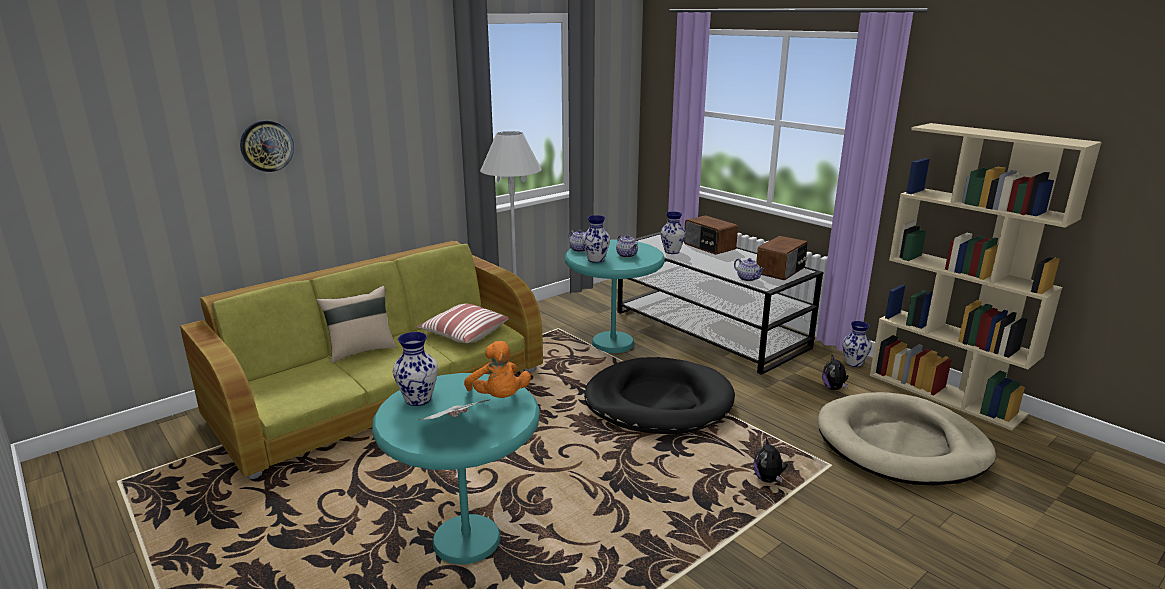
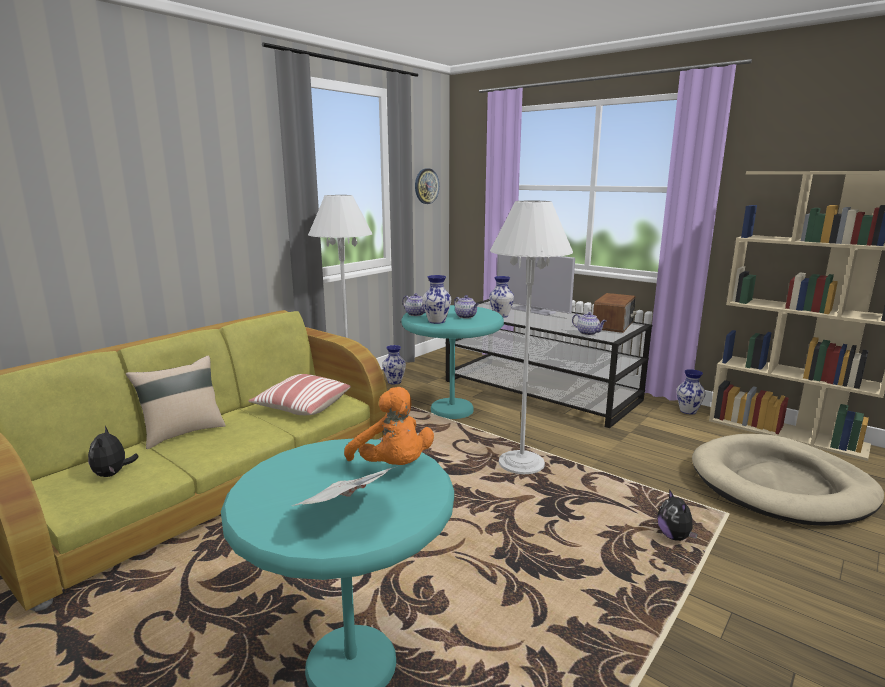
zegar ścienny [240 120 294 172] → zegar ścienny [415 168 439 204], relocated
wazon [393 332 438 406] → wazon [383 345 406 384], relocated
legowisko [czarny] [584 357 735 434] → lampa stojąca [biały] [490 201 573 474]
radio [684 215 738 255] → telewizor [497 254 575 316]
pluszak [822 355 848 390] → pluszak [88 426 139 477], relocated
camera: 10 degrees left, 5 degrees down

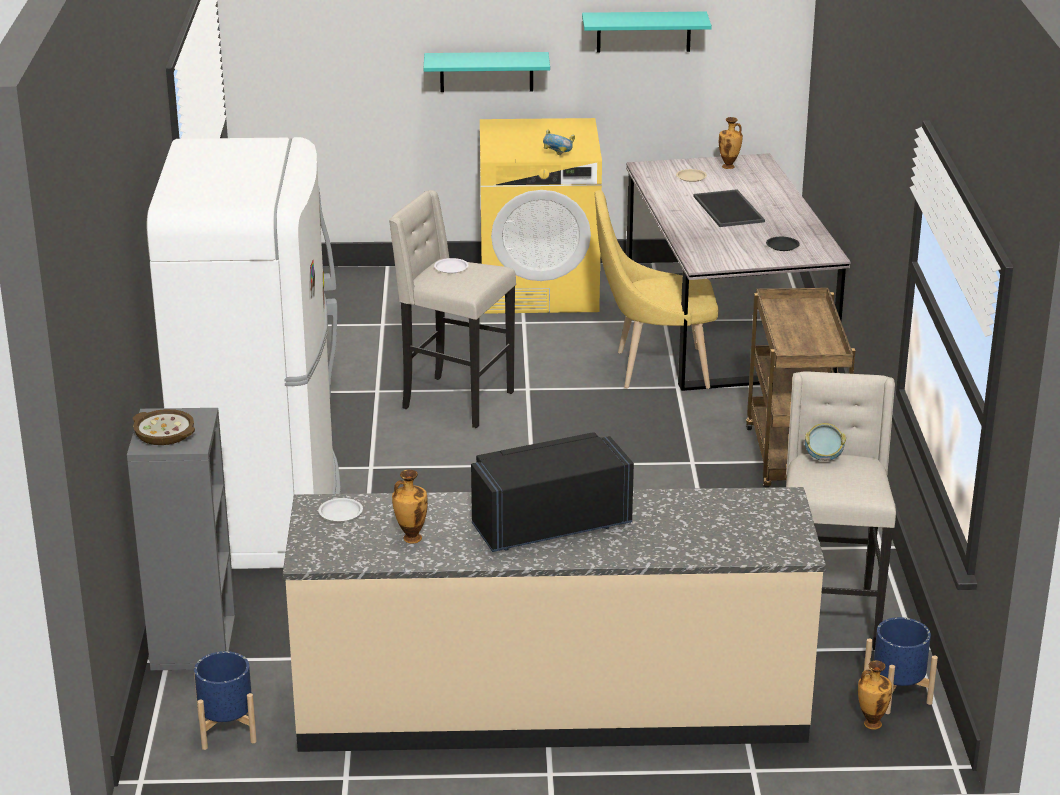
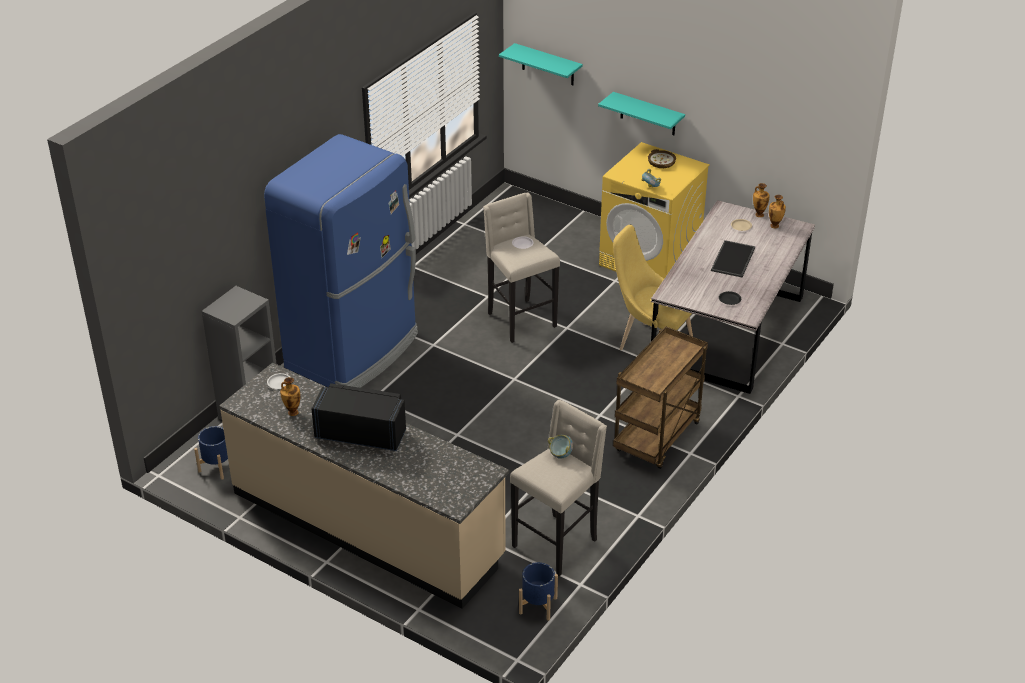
miska [133 409 195 445] → miska [648 149 676 168], relocated
lodówka [biały] [147 137 341 569] → lodówka [niebieski] [264 134 418 388]
półka [turkusowy] [582 12 712 53] → półka [turkusowy] [499 43 583 85], relocated
wazon [858 660 892 730] → wazon [753 183 769 217], relocated
camera: 35 degrees right, 10 degrees up

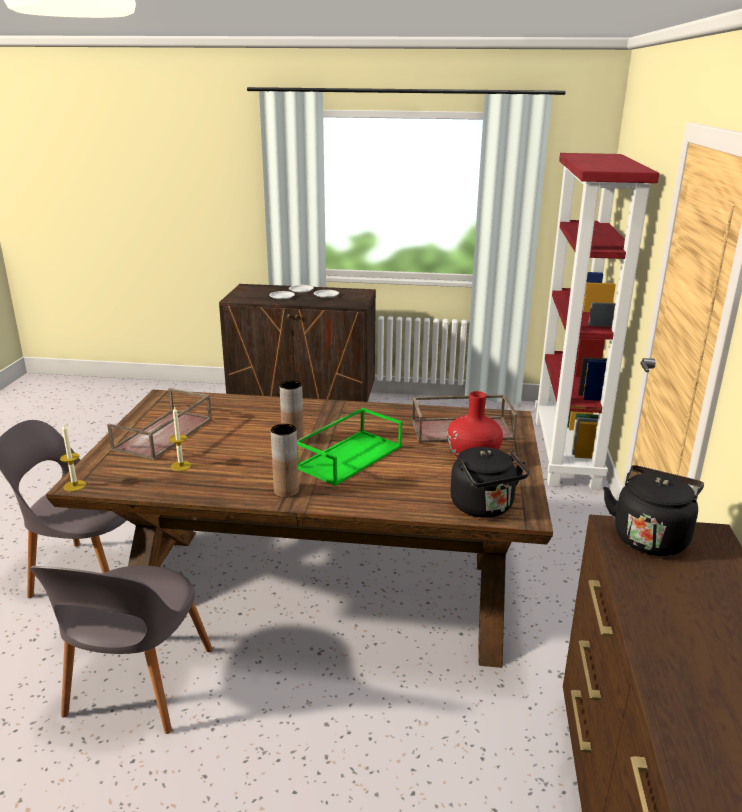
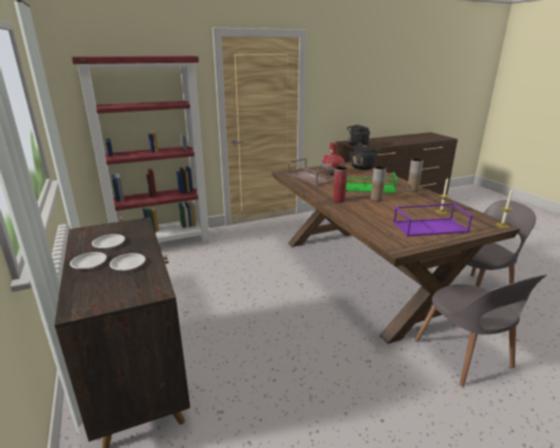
taca [brązowy] [107 388 212 460] → taca [fioletowy] [393 203 473 237]
- → wazon [czerwony] [333 166 347 203]
camera: 120 degrees left, 0 degrees up

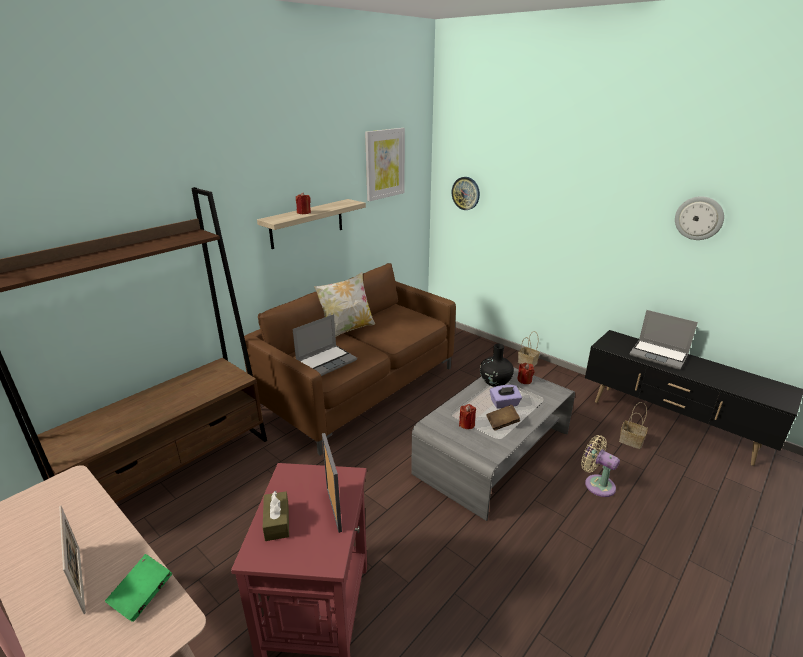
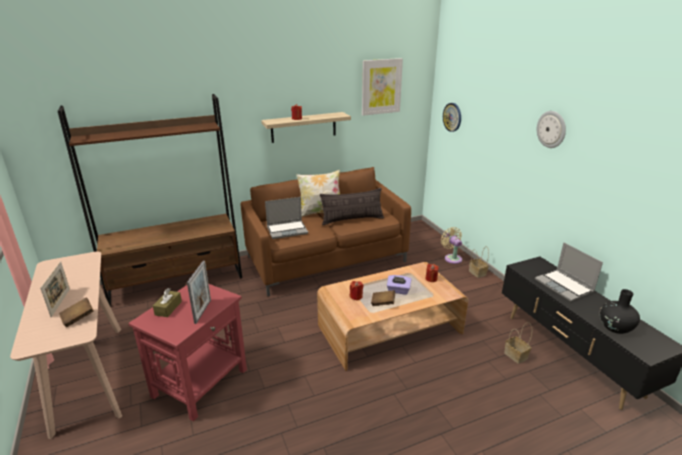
książka [zielony] [105 554 172 622] → książka [brązowy] [59 298 94 327]
ława [szary] [411 367 575 521] → ława [brązowy] [317 262 468 371]
wazon [czarny] [480 344 514 387] → wazon [czarny] [600 289 640 334], relocated
wentylator [beżowy] [581 435 620 497] → wentylator [beżowy] [441 227 462 264], relocated
zegar ścienny [675 196 724 240] → zegar ścienny [537 111 566 148], relocated
- → poduszka [320 188 384 225]
camera: 25 degrees right, 0 degrees up

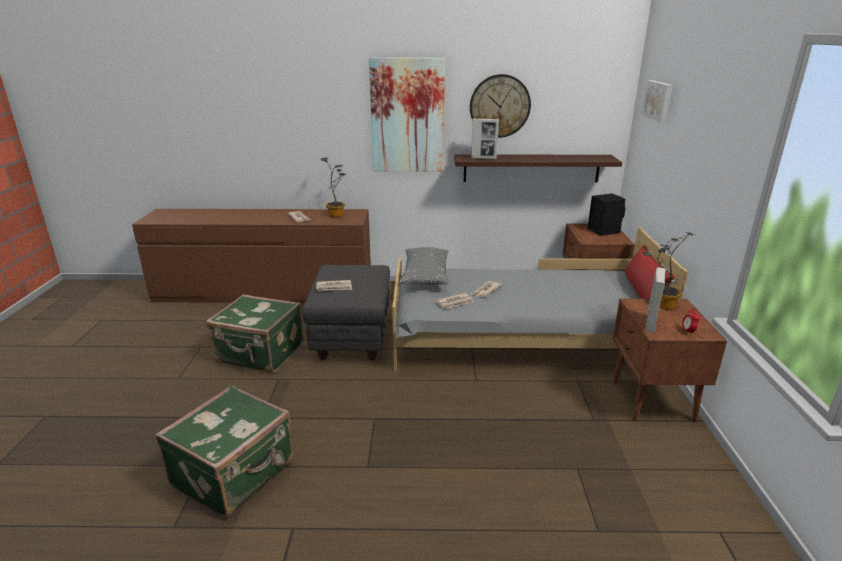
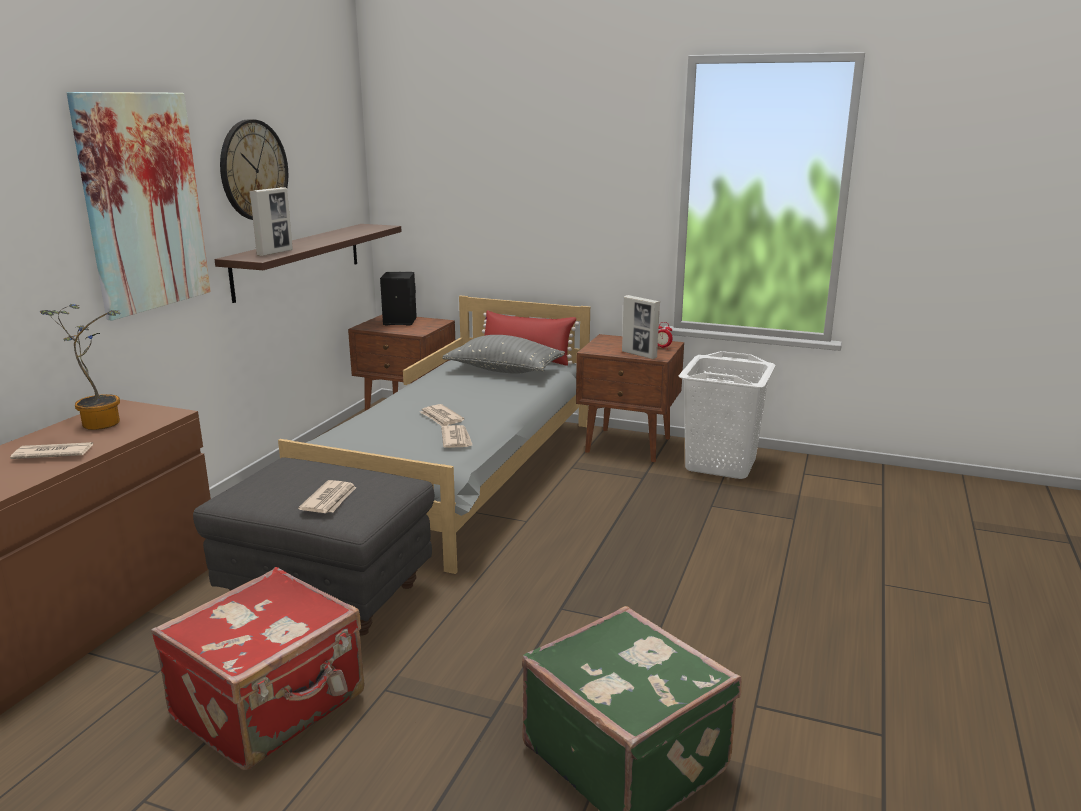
walizka [zielony] [206 294 303 372] → walizka [czerwony] [151 567 365 770]
poduszka [szary] [400 247 449 285] → poduszka [szary] [442 335 565 374], relocated
obraz [642 80 673 123] → -
roślina doniczkowa [643 232 694 310] → -
- → kosz na pranie [biały] [678 351 776 479]
camera: 70 degrees left, 5 degrees down

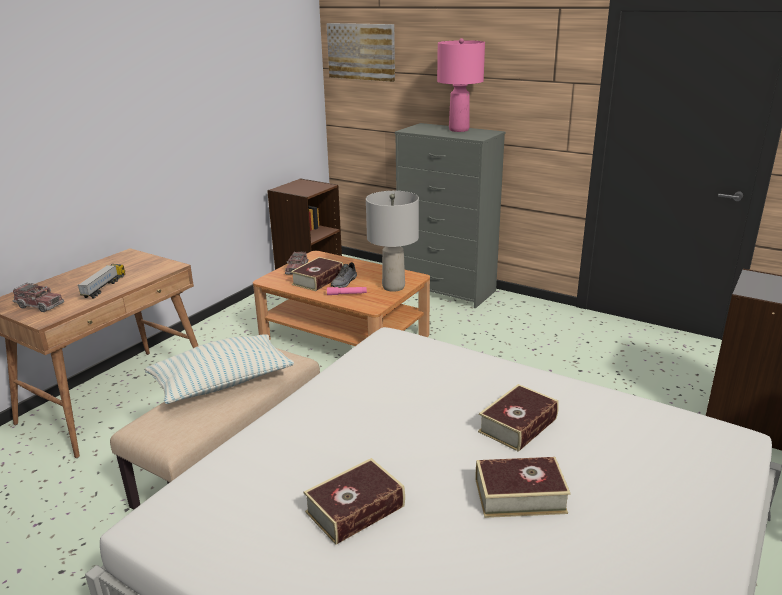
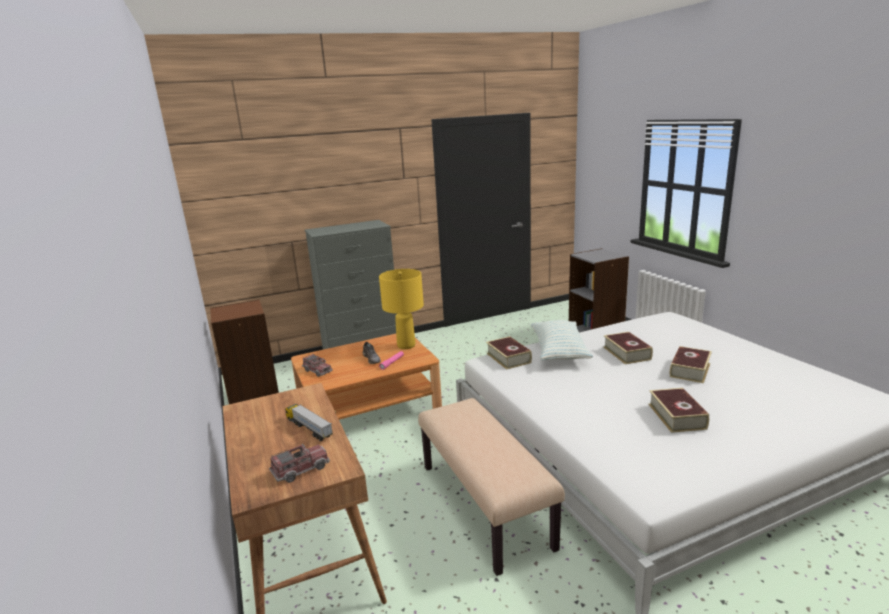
poduszka [145 334 294 404] → poduszka [531 320 593 361], relocated
książka [291 257 343 291] → książka [486 336 532 370], relocated
obraz [327 23 395 82] → -
lampa stołowa [szary] [366 191 419 292] → lampa stołowa [żółty] [379 269 424 349]
lampa stołowa [różowy] [437 38 485 132] → -
camera: 55 degrees left, 5 degrees down

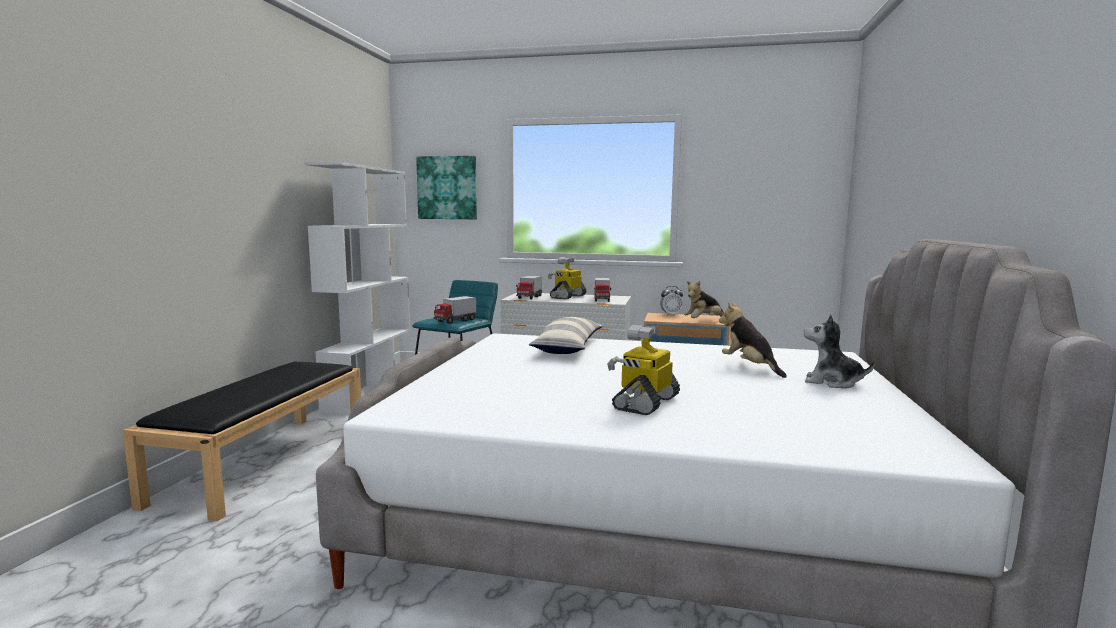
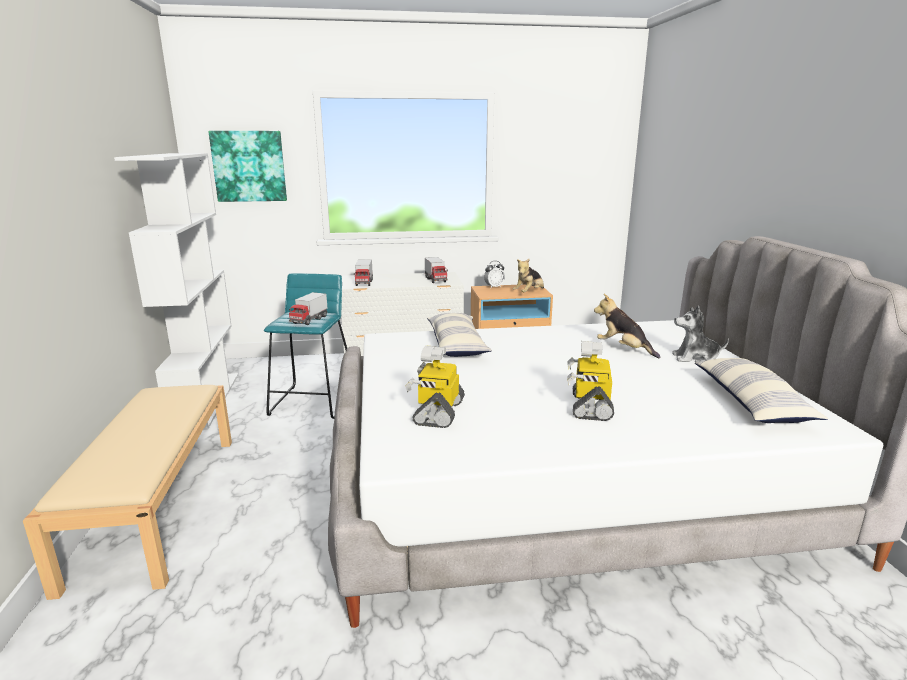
ławka [czarny] [123 362 361 521] → ławka [beżowy] [23 385 232 600]
robot zabawkowy [548 257 587 299] → robot zabawkowy [405 346 465 428], relocated
- → poduszka [695 358 828 423]
camera: 20 degrees left, 10 degrees up

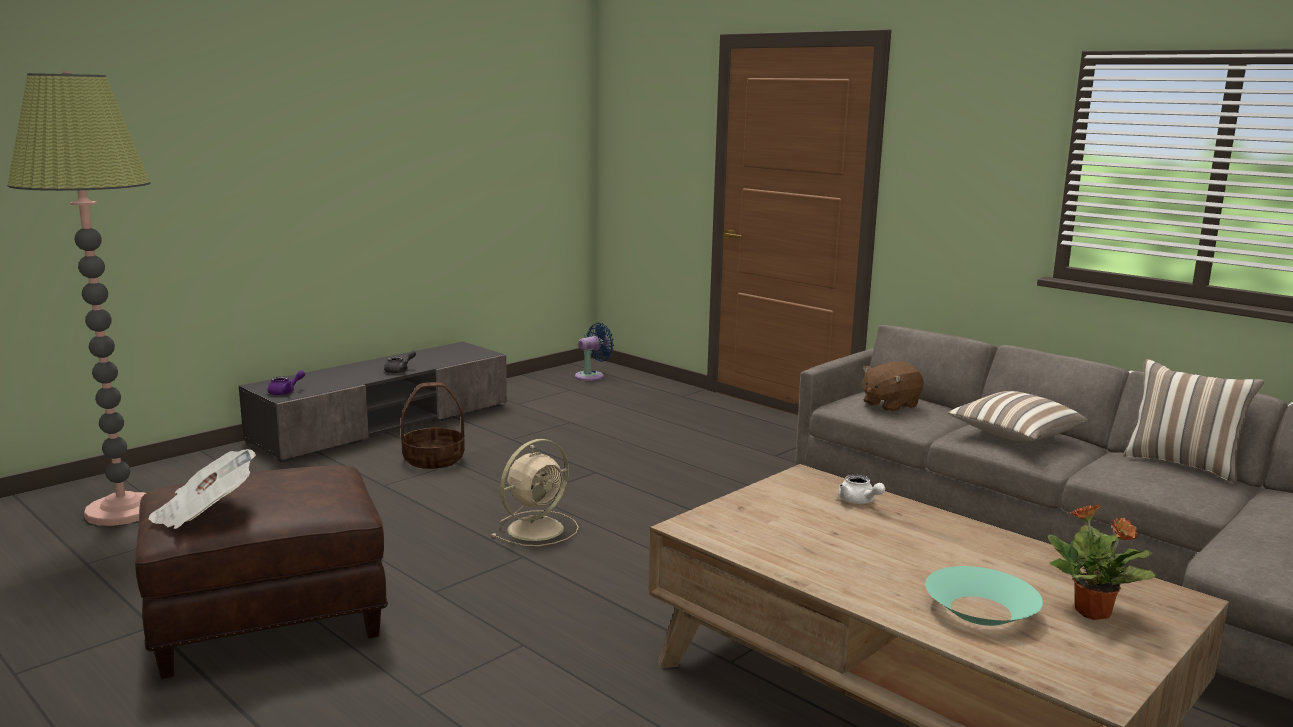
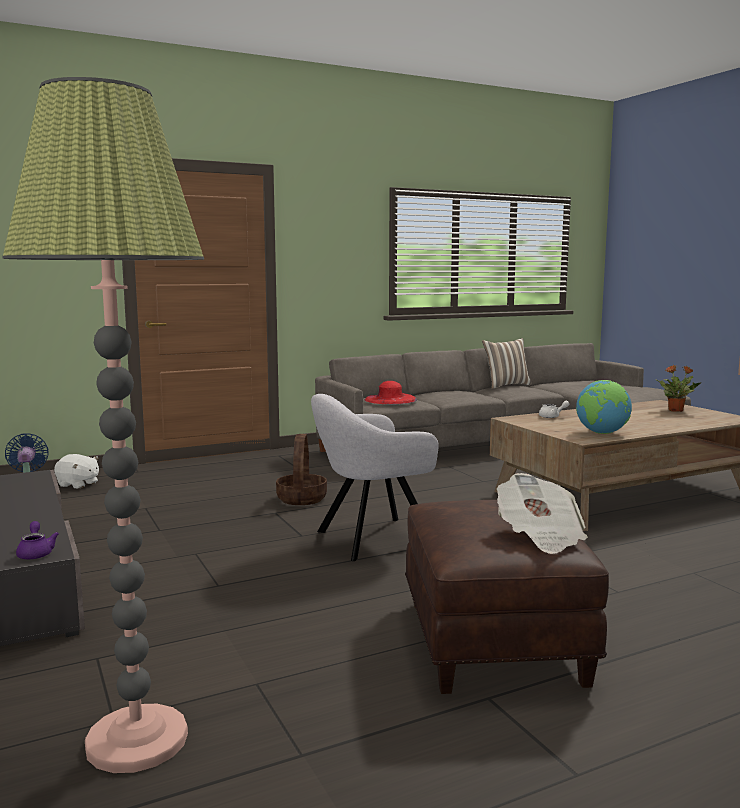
imbryk [szary] [384 350 416 373] → -
koszyk [401 382 465 469] → koszyk [276 434 327 505], relocated
wentylator [beżowy] [492 439 579 546] → fotel [szary] [311 394 439 561]
pluszak [brązowy] [863 362 924 412] → kapelusz [czerwony] [365 381 417 404]
miska [turkusowy] [925 566 1043 626] → -
poduszka [948 391 1088 441] → -
- → pluszak [biały] [54 454 99 489]
- → globus [576 380 632 434]
camera: 70 degrees left, 5 degrees down

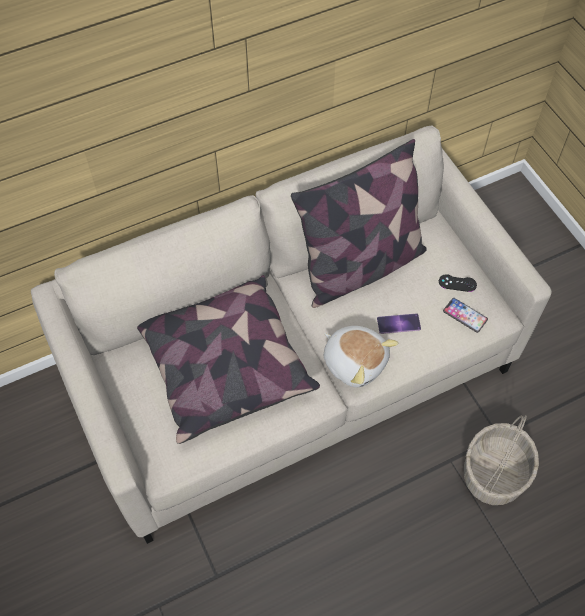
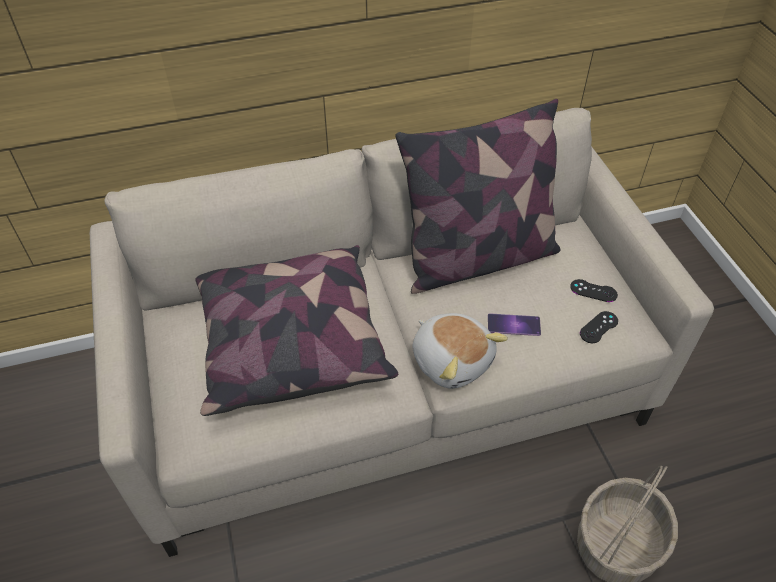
telefon [443 298 488 333] → pad do gier [czarny] [580 311 618 343]
camera: 10 degrees right, 10 degrees down

